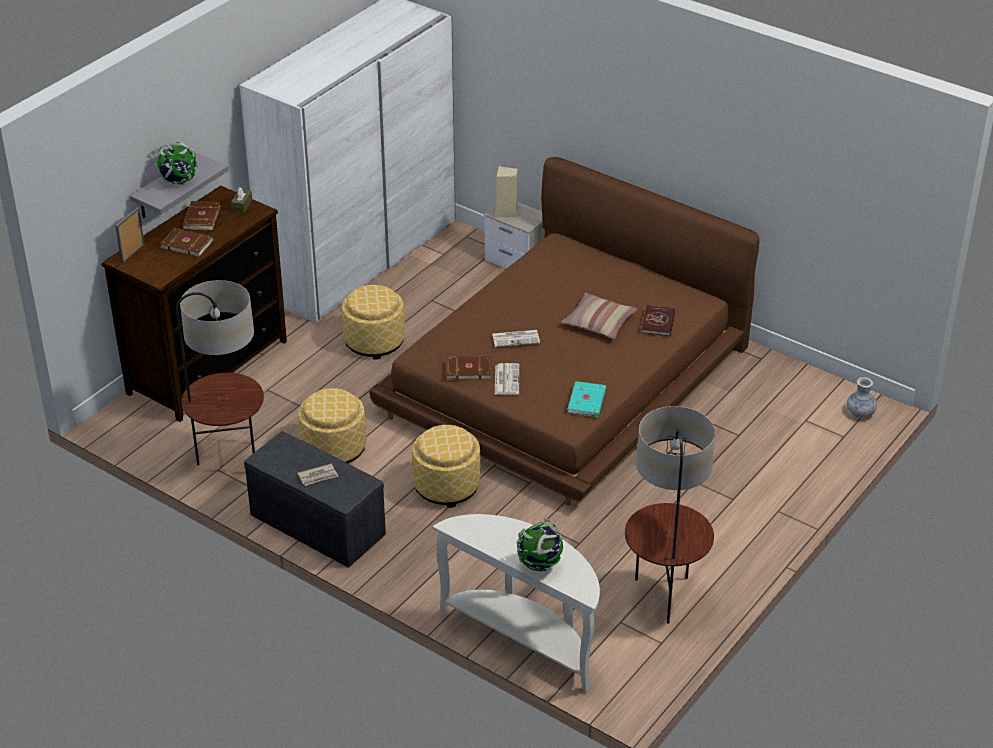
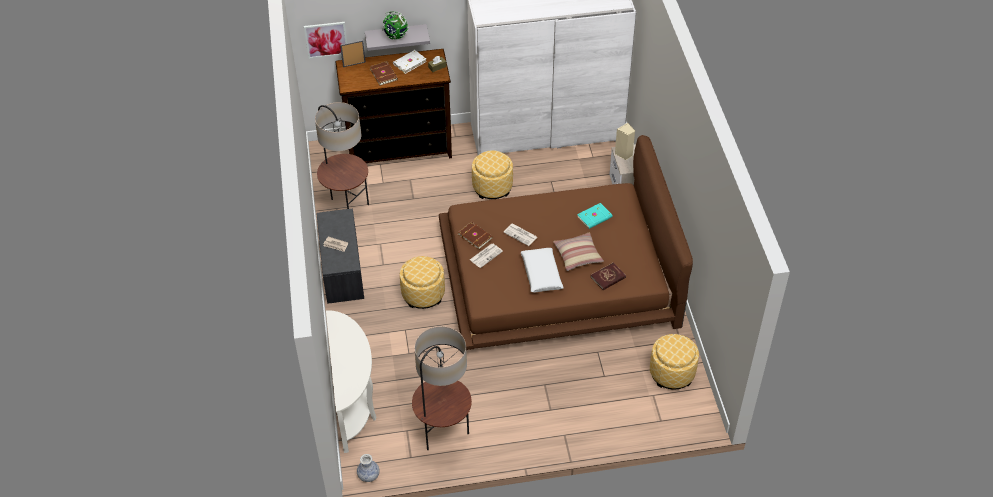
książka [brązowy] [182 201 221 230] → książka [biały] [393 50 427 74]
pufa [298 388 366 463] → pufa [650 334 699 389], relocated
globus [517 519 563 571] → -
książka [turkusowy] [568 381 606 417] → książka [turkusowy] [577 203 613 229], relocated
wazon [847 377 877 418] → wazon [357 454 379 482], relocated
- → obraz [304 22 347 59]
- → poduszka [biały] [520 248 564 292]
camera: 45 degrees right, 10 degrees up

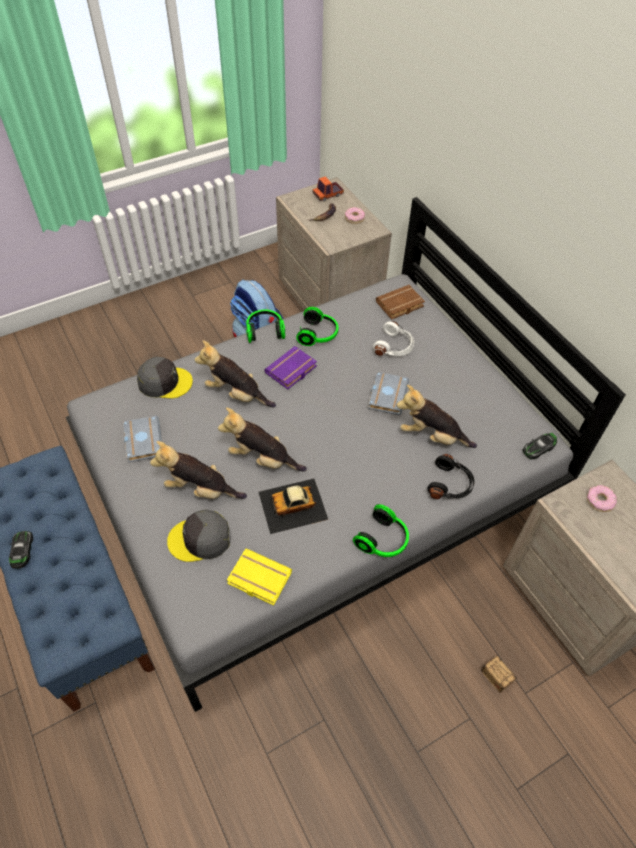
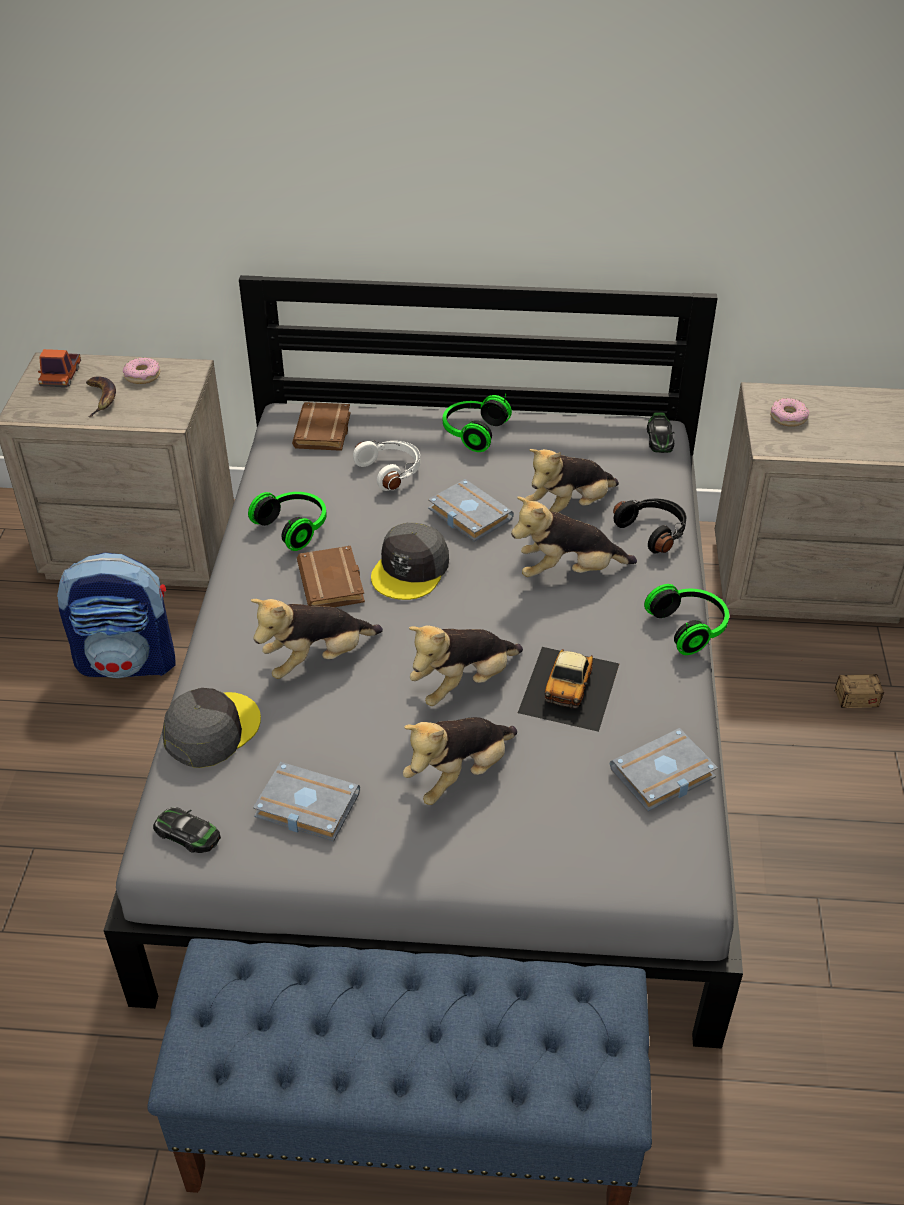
samochodzik [9 531 33 569] → samochodzik [153 807 221 853], relocated
czapka z daszkiem [szary] [167 509 230 562] → czapka z daszkiem [szary] [371 523 449 600], relocated
książka [żółty] [227 548 292 606] → książka [szary] [610 728 718 812]
słuchawki [246 310 285 343] → słuchawki [443 394 512 452], relocated
książka [fioletowy] [264 346 317 389] → książka [brązowy] [297 546 365 607]
- → pluszak [511 497 637 577]
camera: 55 degrees left, 10 degrees down

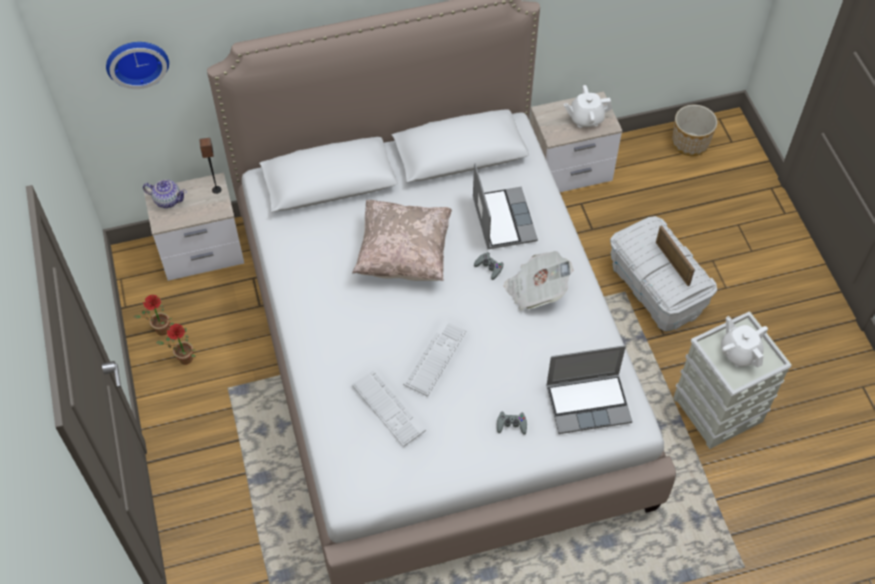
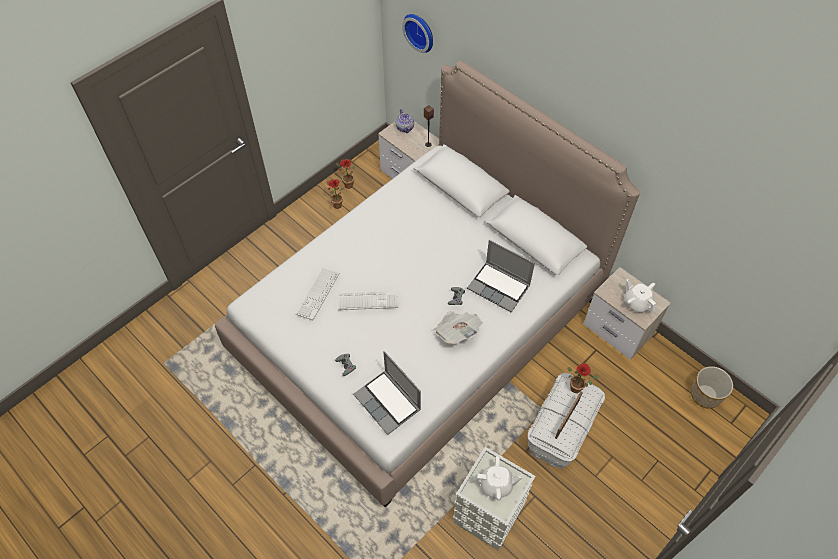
poduszka [beżowy] [352 200 452 281] → -
laptop [472 163 538 250] → laptop [467 240 535 312], 75 degrees clockwise
imbryk [biały] [721 316 768 367] → imbryk [biały] [474 456 522 500], 60 degrees clockwise
- → roślina doniczkowa [568 363 599 393]
camera: 60 degrees right, 0 degrees up

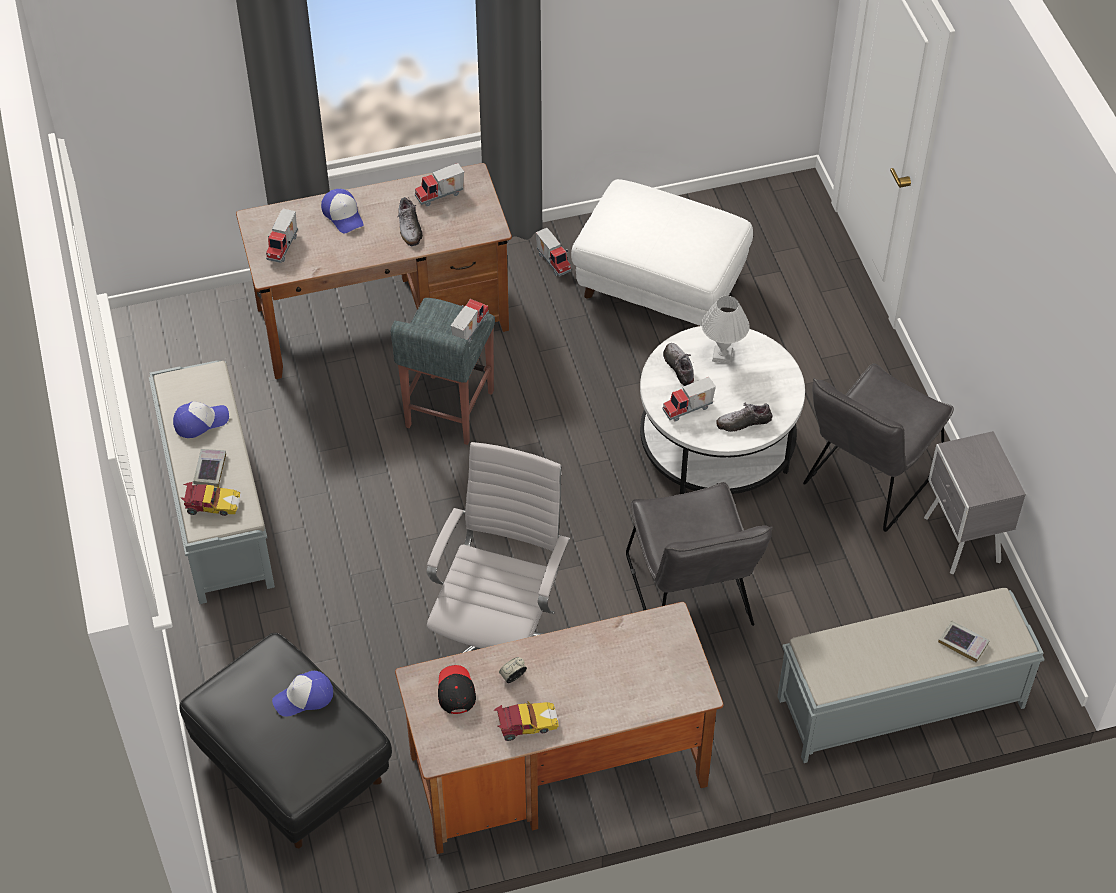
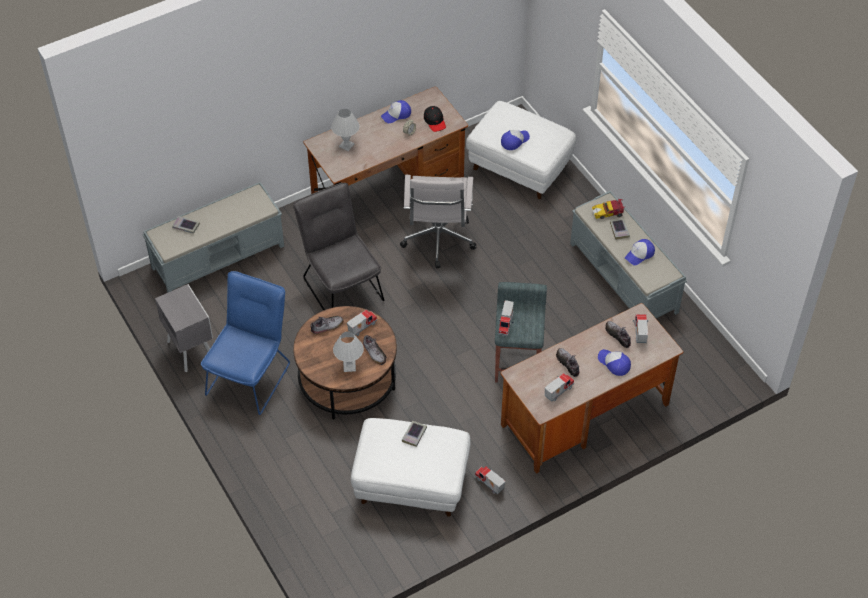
pufa [czarny] [179 633 392 848] → pufa [biały] [466 101 576 199]
samochodzik [494 702 559 741] → czapka z daszkiem [381 100 411 123]
ława [biały] [640 326 805 494] → ława [brązowy] [293 306 397 420]
krzesło [szary] [803 363 954 532] → krzesło [niebieski] [201 271 290 415]
- → lampa stołowa [biały] [331 109 360 151]
- → książka [402 421 427 447]
- → but [605 321 631 348]
camera: 165 degrees right, 0 degrees up

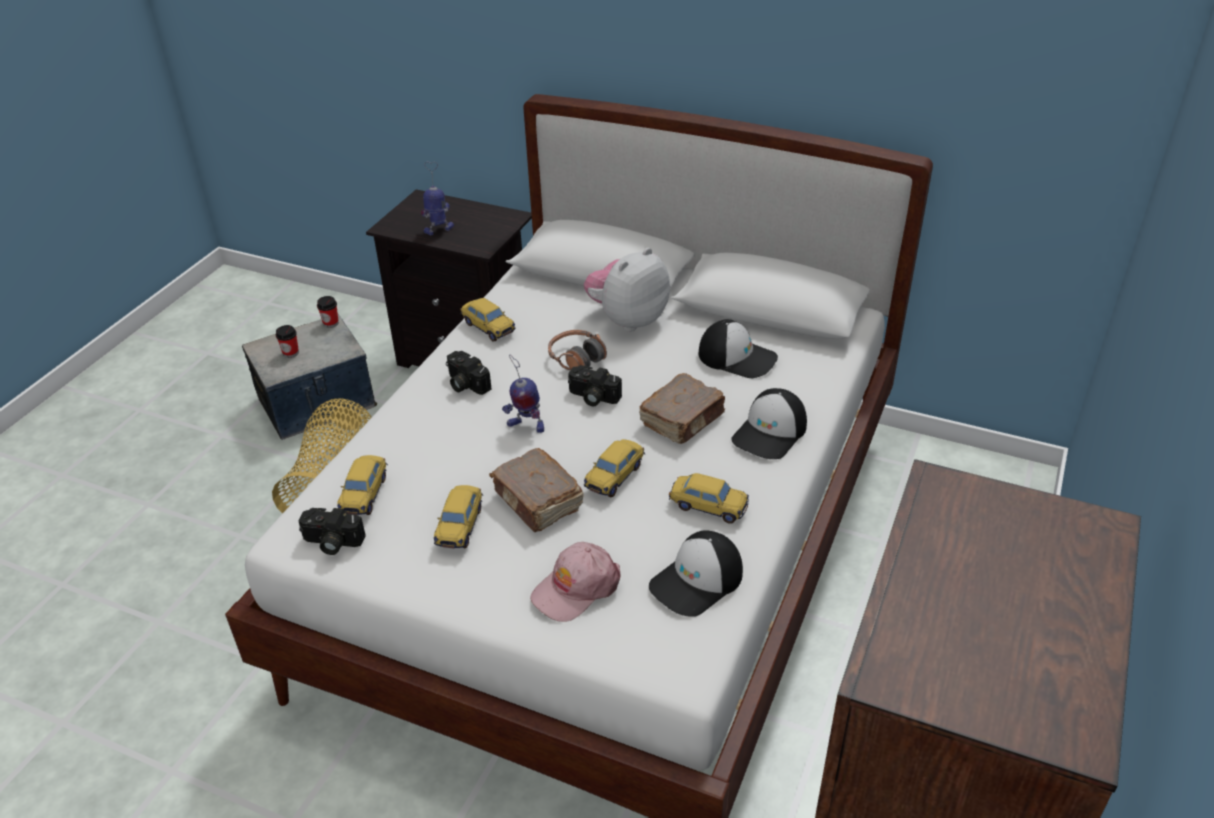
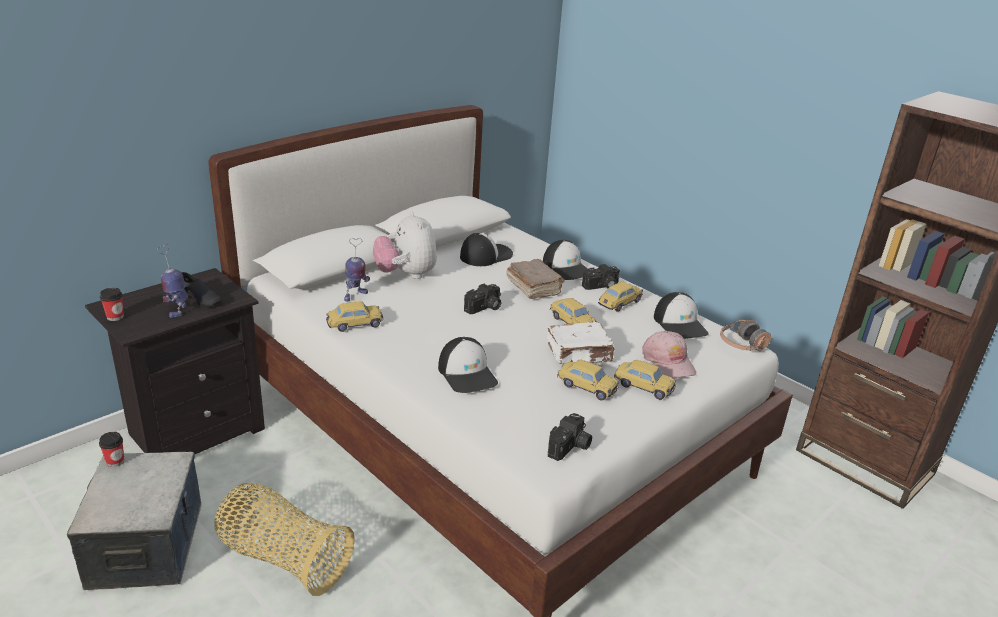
filiżanka [276 325 299 358] → filiżanka [100 288 124 321], relocated
samochodzik [337 455 388 515] → samochodzik [614 360 676 400], relocated
aparat fotograficzny [446 351 491 395] → aparat fotograficzny [582 264 620 290], relocated
książka [brązowy] [489 448 584 532] → książka [biały] [547 321 615 364]
robot zabawkowy [502 355 544 433] → robot zabawkowy [344 238 370 301], relocated
słuchawki [548 330 607 370] → słuchawki [720 320 771 352], relocated
- → but [czarny] [182 272 222 307]
- → czapka z daszkiem [438 337 498 393]
camera: 70 degrees left, 10 degrees down

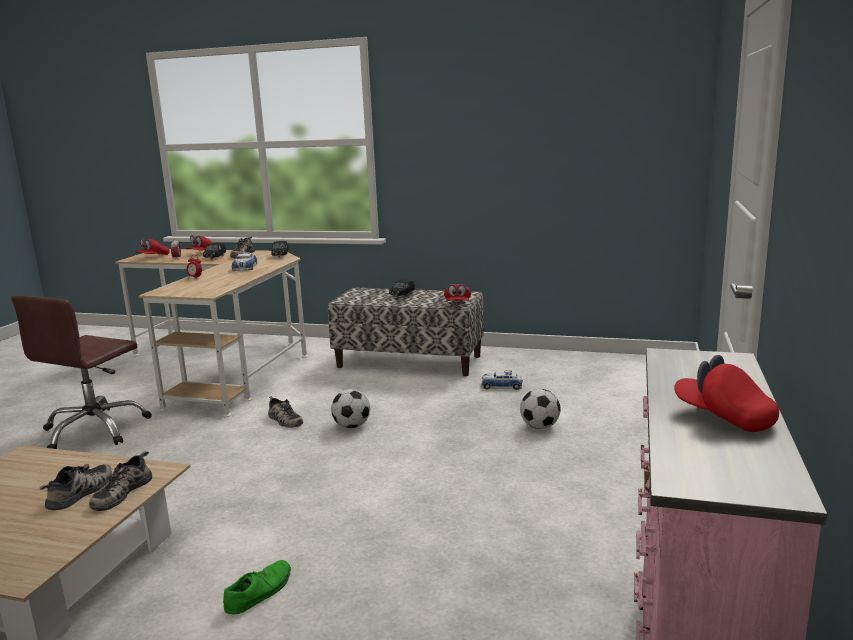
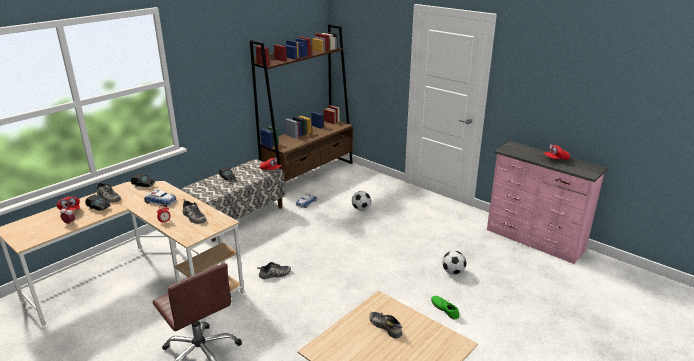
but [89 451 152 511] → but [183 199 207 224], relocated
czapka z daszkiem [czerwony] [135 238 170 255] → -
piłka futbolowa [331 389 370 428] → piłka futbolowa [442 251 466 275], relocated
- → regał [brązowy] [250 24 353 182]
camera: 65 degrees left, 10 degrees up

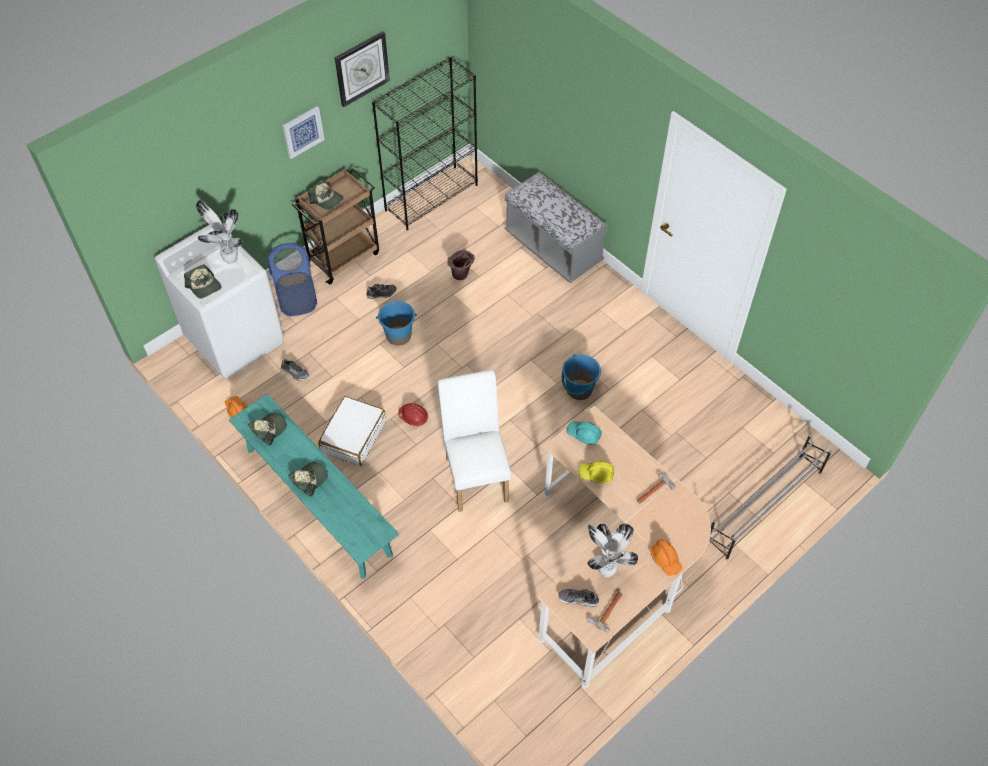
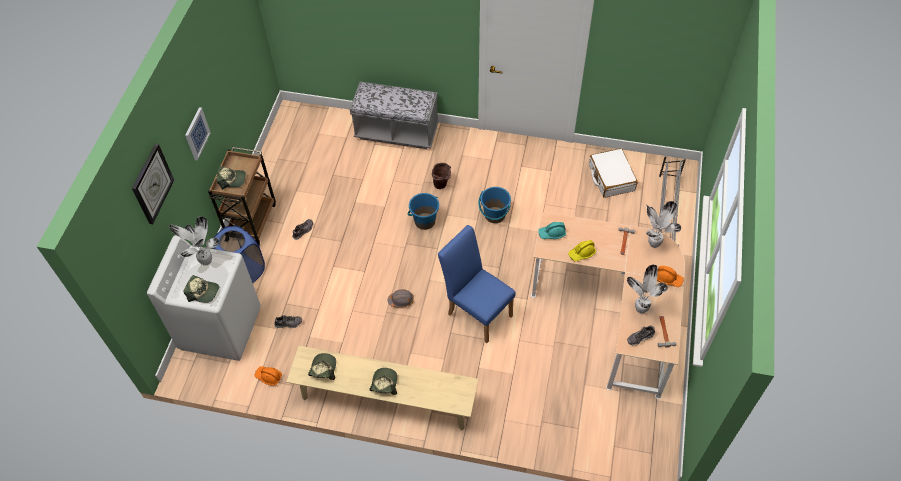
ławka [turkusowy] [229 394 399 579] → ławka [beżowy] [286 346 478 430]
walizka [biały] [318 396 386 466] → walizka [biały] [589 148 638 198], relocated
zegar ścienny [335 31 390 107] → zegar ścienny [132 143 174 224], relocated
regał [czarny] [372 56 478 230] → -
wiadro [niebieski] [376 301 417 346] → wiadro [niebieski] [408 193 439 230], relocated
kask [czerwony] [398 403 428 426] → kask [szary] [388 290 414 308]
krzesło [biały] [437 370 511 512] → krzesło [niebieski] [438 225 516 343]
wiadro [brązowy] [447 250 474 280] → wiadro [brązowy] [432 163 451 189], relocated
- → roślina doniczkowa [646 201 681 248]
camera: 35 degrees left, 0 degrees up

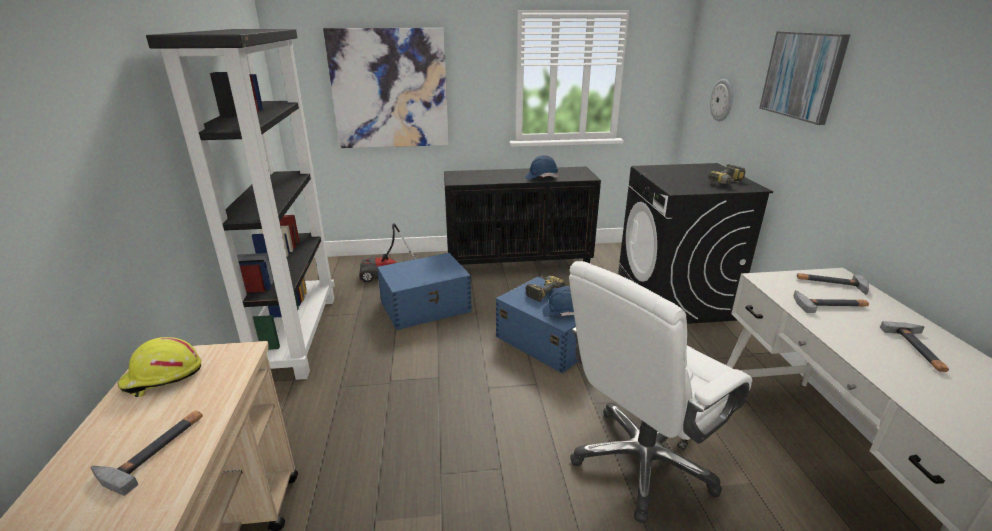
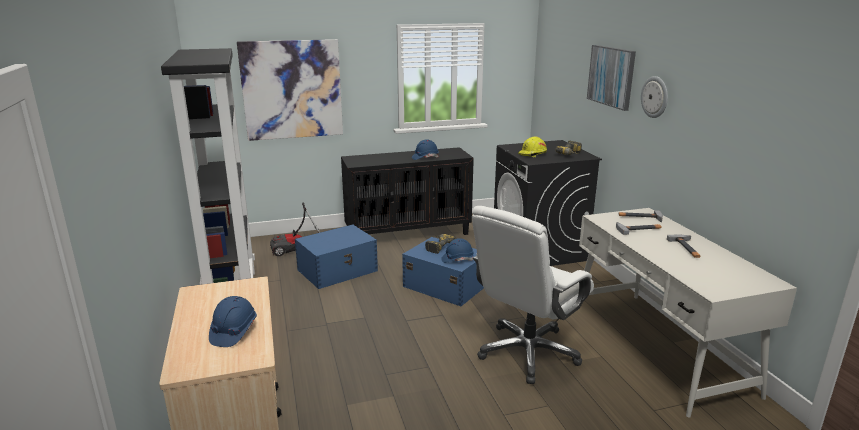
młotek [90 410 203 496] → kask [niebieski] [209 296 257 347]
kask [żółty] [118 337 201 397] → kask [żółty] [518 136 547 157], relocated
zegar ścienny [710 79 733 121] → zegar ścienny [641 76 668 118], relocated
camera: 10 degrees left, 5 degrees down

